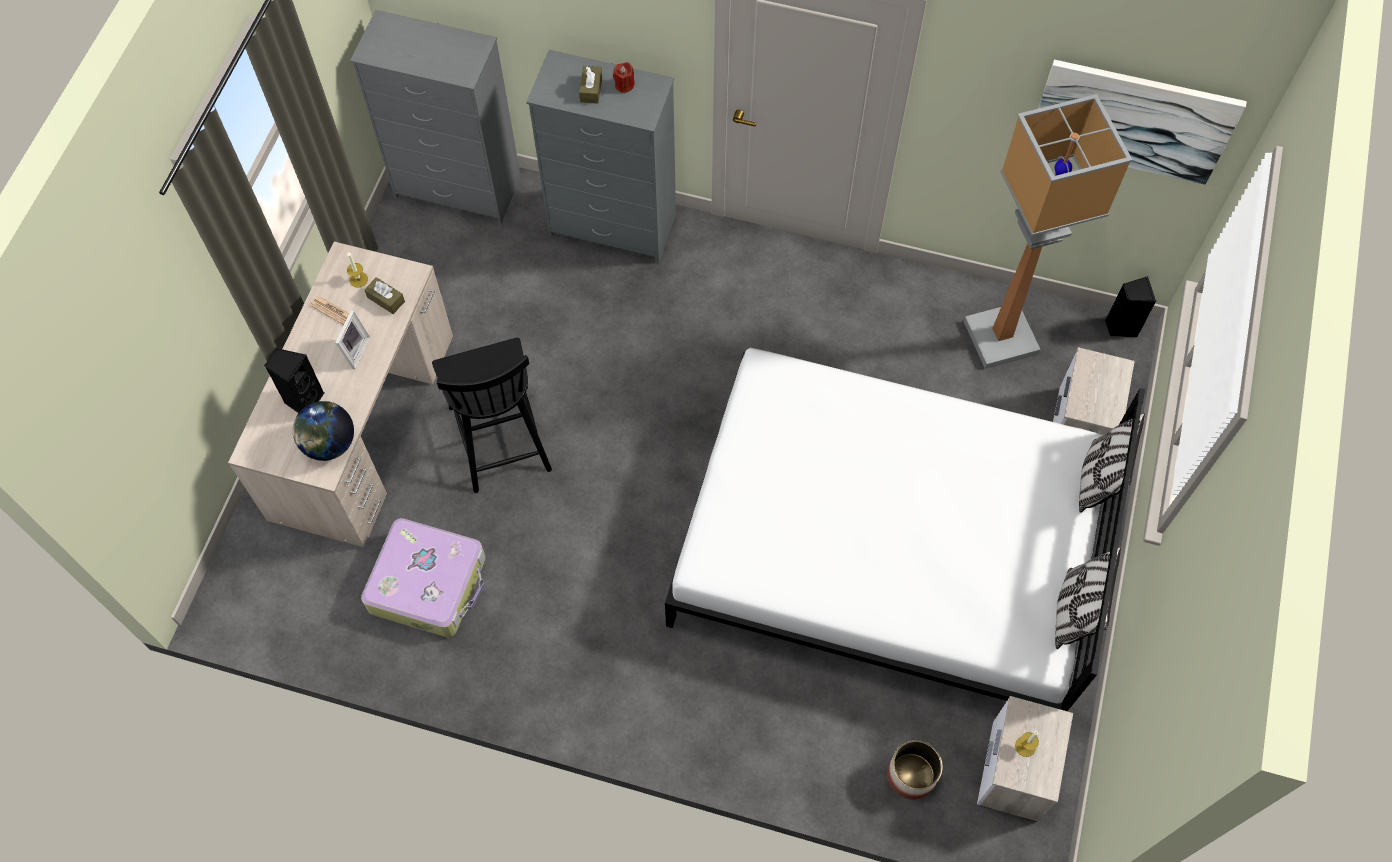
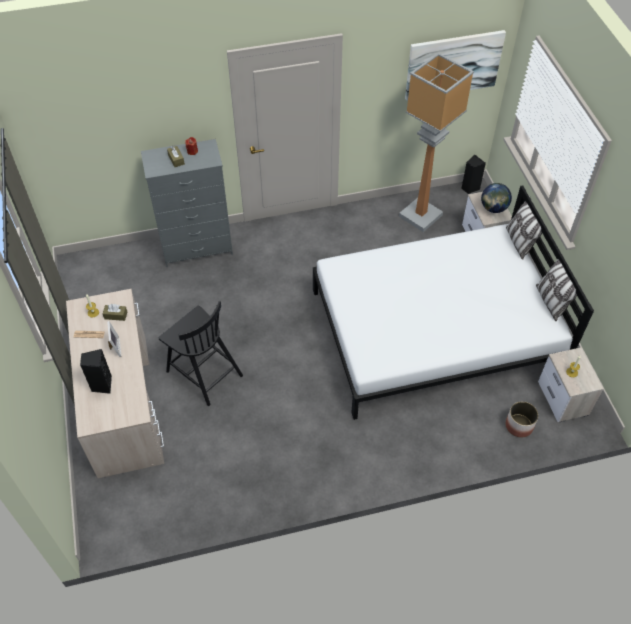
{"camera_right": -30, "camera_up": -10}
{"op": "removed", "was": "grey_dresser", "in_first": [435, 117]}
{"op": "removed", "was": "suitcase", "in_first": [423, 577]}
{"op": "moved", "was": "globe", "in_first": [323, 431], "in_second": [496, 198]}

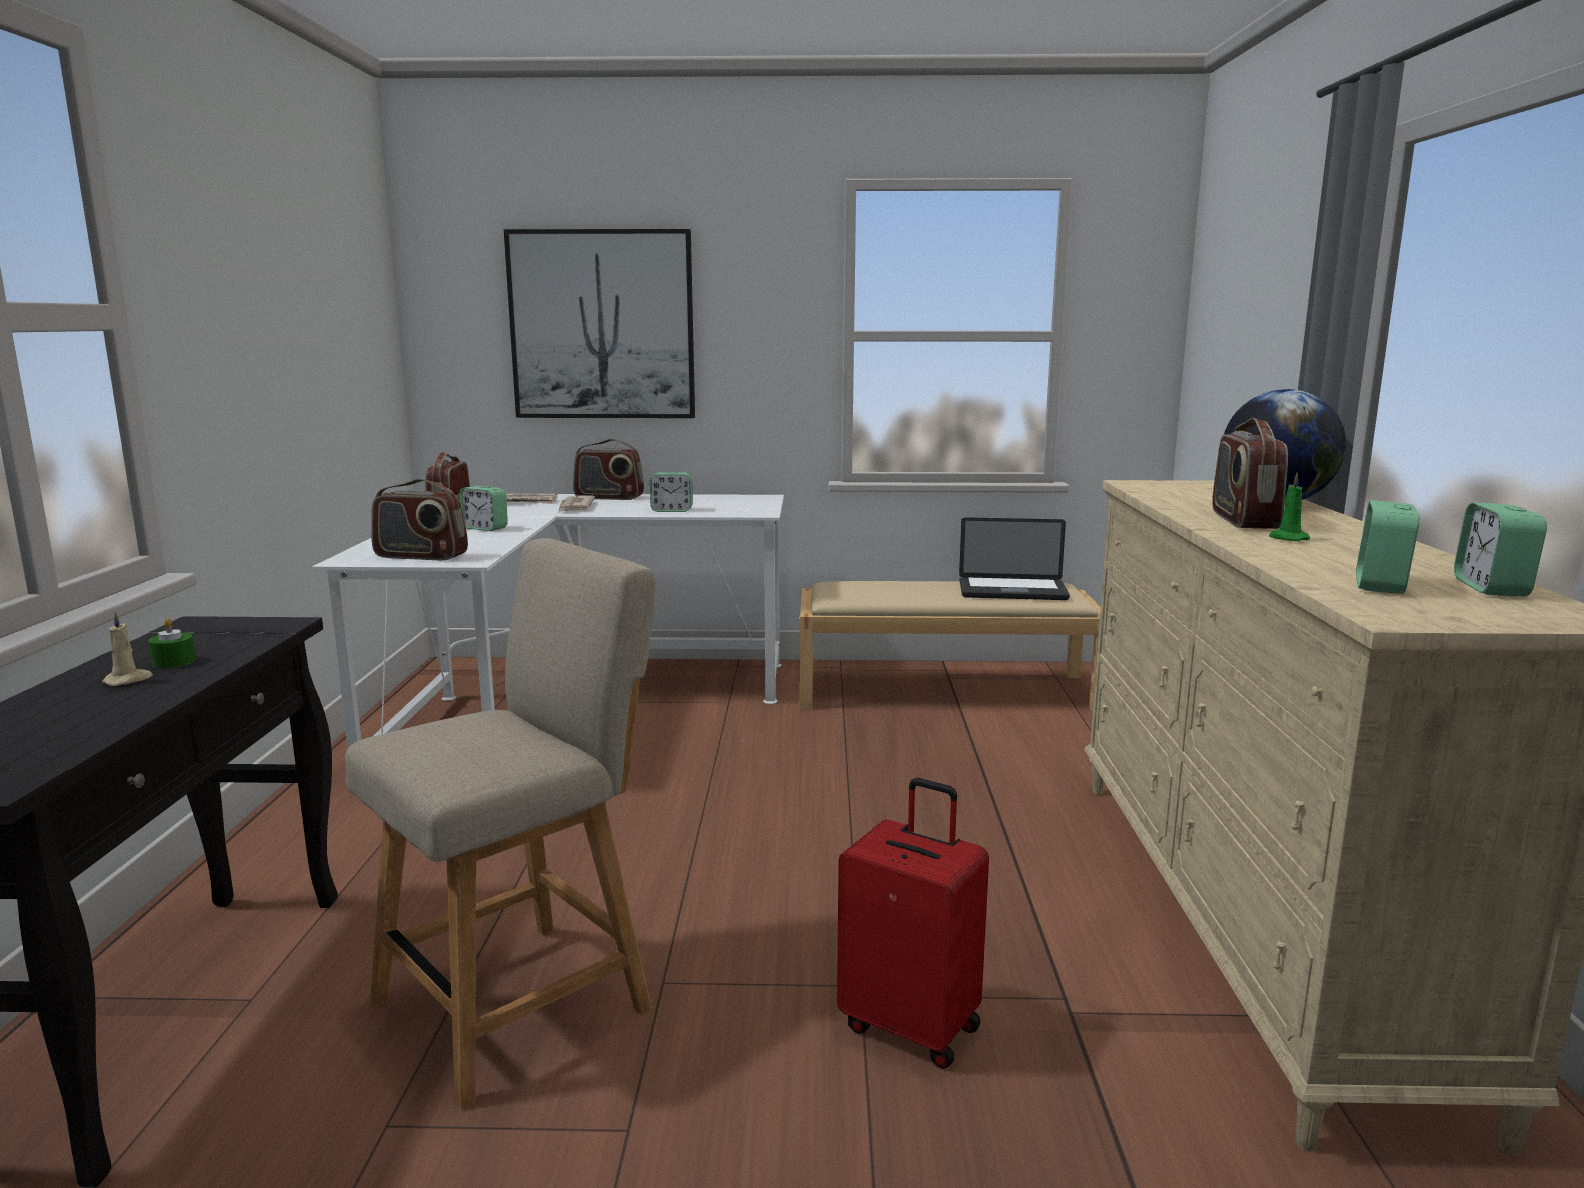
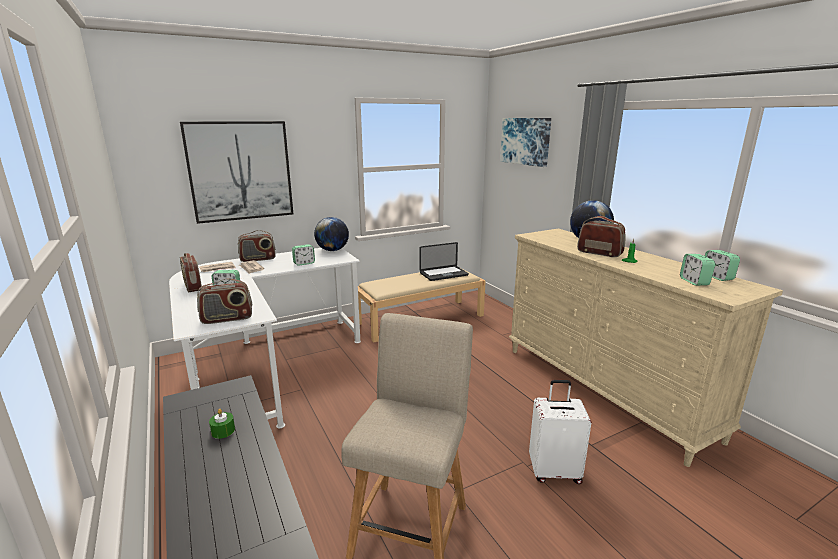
{"camera_right": -30, "camera_up": 5}
{"op": "removed", "was": "beige_candle", "in_first": [127, 648]}
{"op": "added", "now": "globe", "in_second": [331, 234]}
{"op": "added", "now": "picture", "in_second": [525, 142]}
{"op": "recoloured", "was": "red_suitcase", "now": "white_suitcase", "in_first": [913, 923], "in_second": [560, 432]}
{"op": "turned", "was": "radio", "in_first": [1250, 473], "in_second": [601, 236], "clockwise": 150}

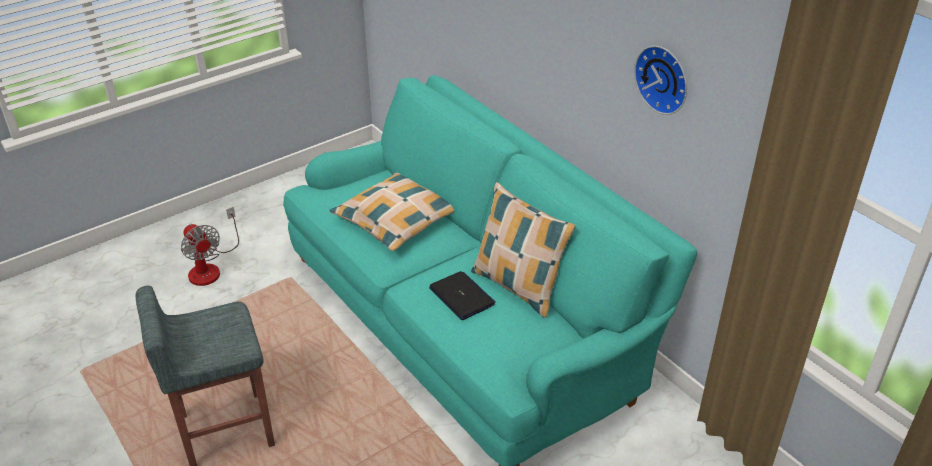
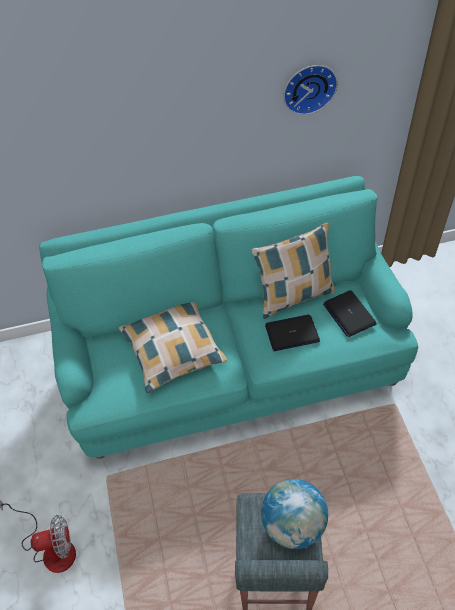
{"camera_right": -65, "camera_up": 15}
{"op": "added", "now": "globe", "in_second": [294, 514]}
{"op": "added", "now": "laptop", "in_second": [350, 313]}

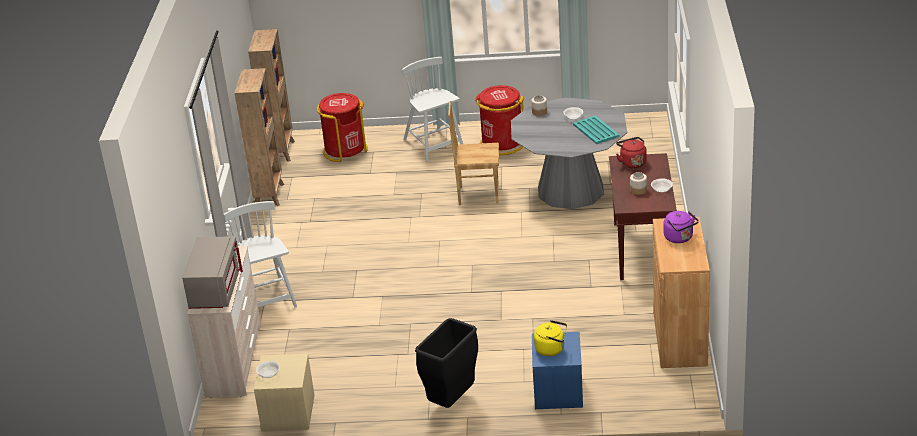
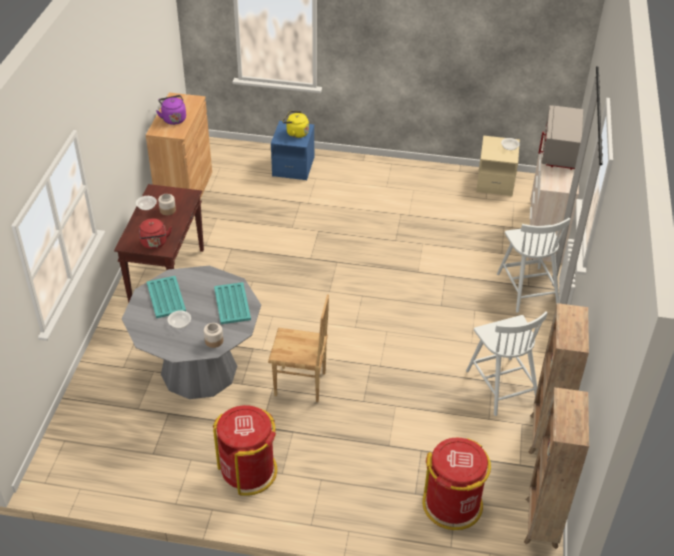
{"camera_right": -175, "camera_up": 10}
{"op": "removed", "was": "black_trash_can", "in_first": [446, 363]}
{"op": "added", "now": "turquoise_tray", "in_second": [232, 303]}
{"op": "moved", "was": "white_chair", "in_first": [432, 109], "in_second": [507, 363]}

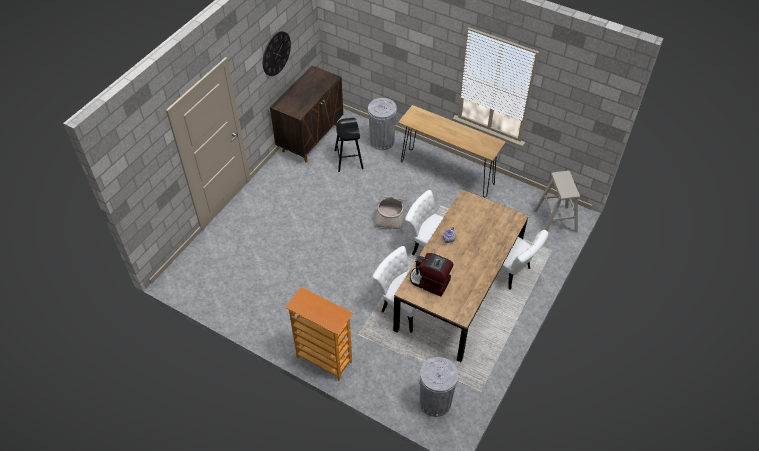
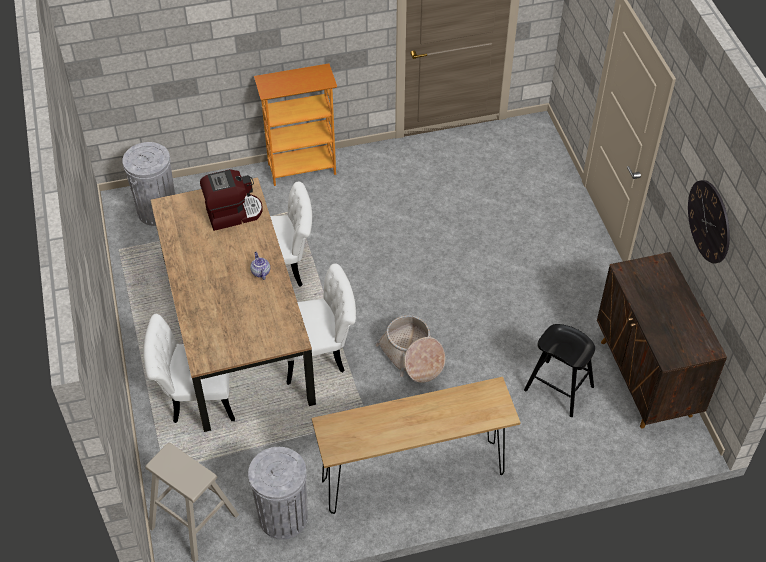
{"camera_right": 135, "camera_up": 0}
{"op": "moved", "was": "grey_trash_can", "in_first": [382, 124], "in_second": [278, 493]}

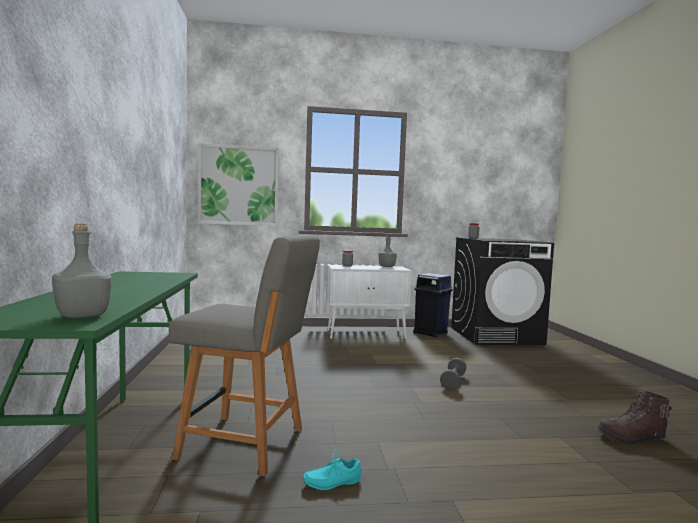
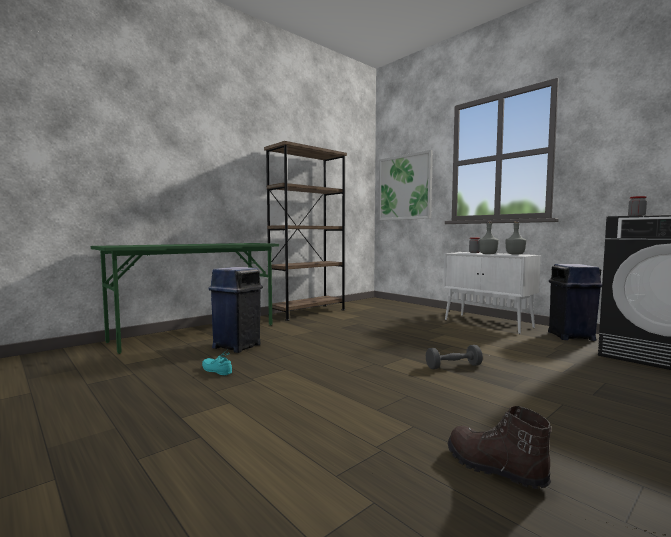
{"camera_right": 55, "camera_up": 0}
{"op": "added", "now": "brown_bookcase", "in_second": [305, 231]}
{"op": "moved", "was": "grey_bottle", "in_first": [82, 271], "in_second": [489, 237]}
{"op": "replaced", "was": "grey_chair", "now": "blue_trash_can", "in_first": [244, 356], "in_second": [236, 310]}

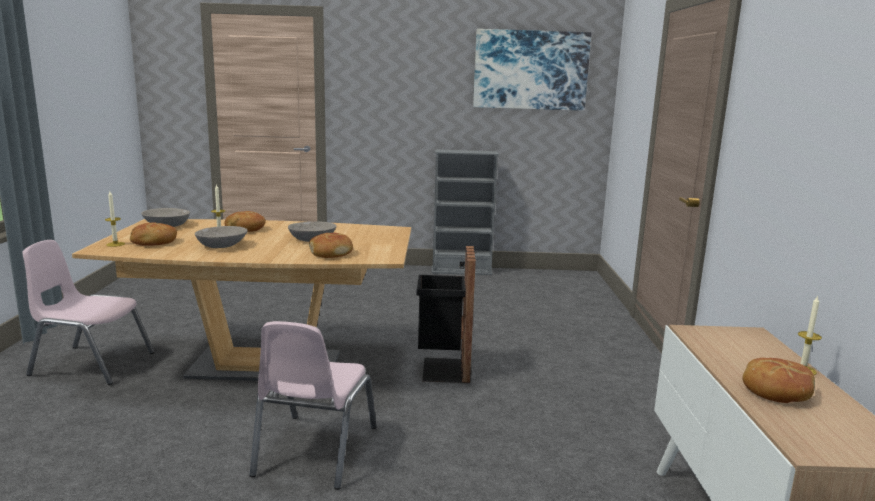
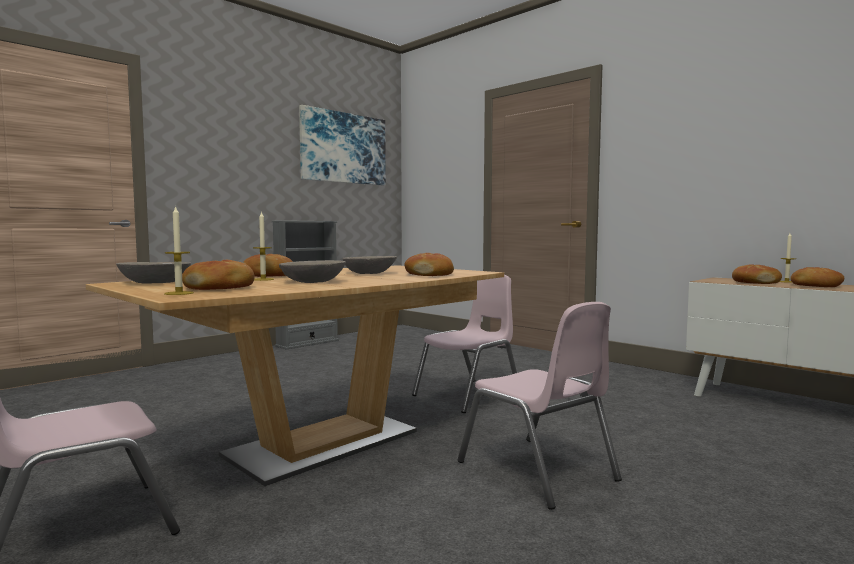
{"camera_right": -45, "camera_up": -10}
{"op": "added", "now": "bread", "in_second": [757, 274]}
{"op": "replaced", "was": "black_trash_can", "now": "pink_chair", "in_first": [446, 314], "in_second": [464, 344]}

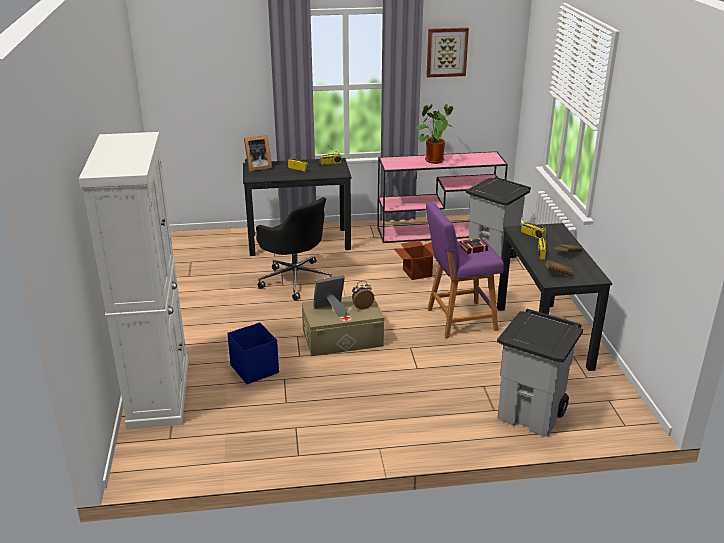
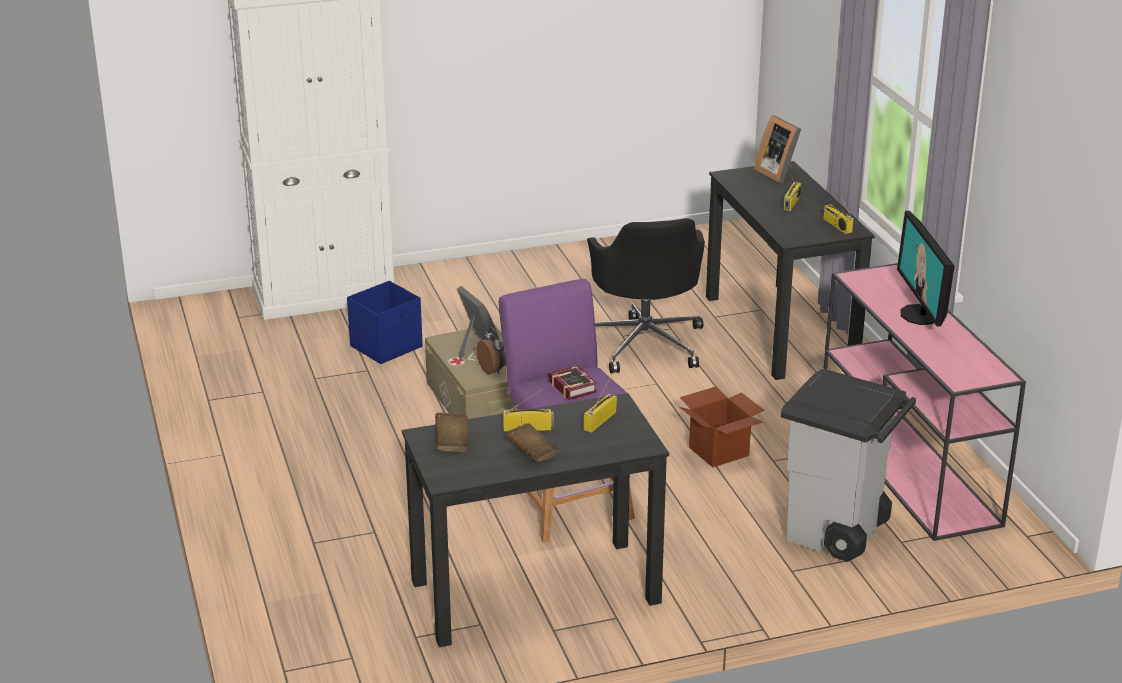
{"camera_right": 80, "camera_up": 0}
{"op": "removed", "was": "picture", "in_first": [447, 52]}
{"op": "removed", "was": "grey_trash_can", "in_first": [540, 372]}
{"op": "replaced", "was": "potted_plant", "now": "monitor", "in_first": [435, 134], "in_second": [925, 268]}
{"op": "turned", "was": "black_office_chair", "in_first": [294, 249], "in_second": [646, 295], "clockwise": -45}

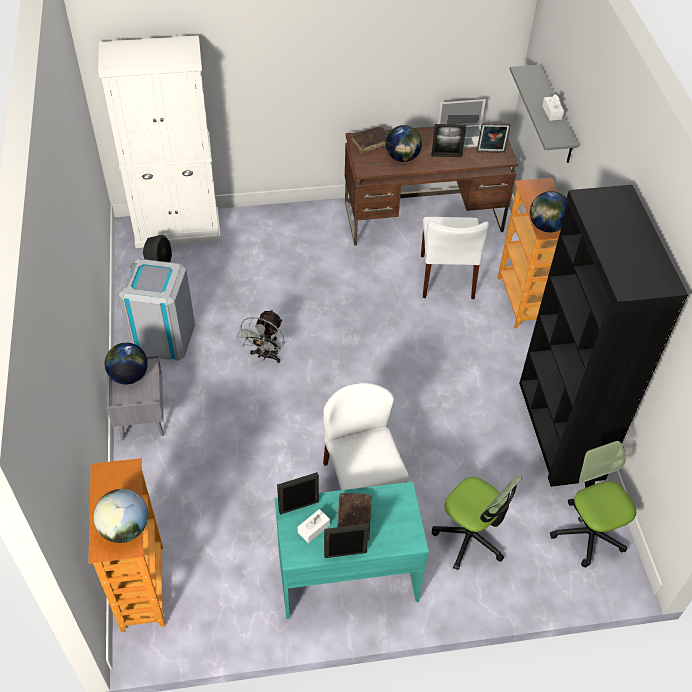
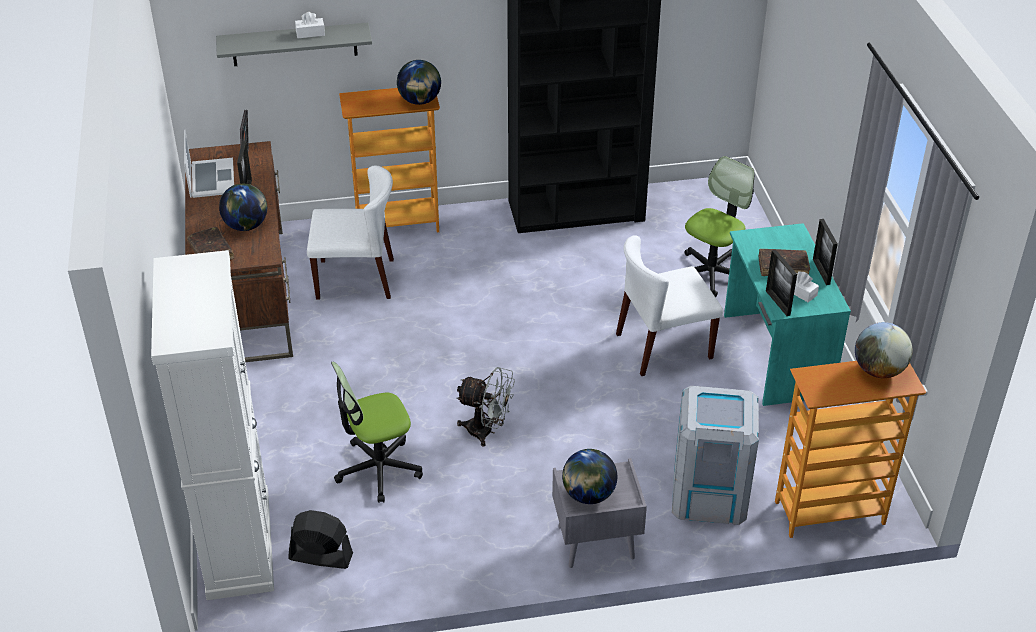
{"camera_right": -90, "camera_up": -10}
{"op": "moved", "was": "grey_trash_can", "in_first": [156, 310], "in_second": [715, 455]}
{"op": "moved", "was": "office_chair", "in_first": [593, 504], "in_second": [377, 432]}

